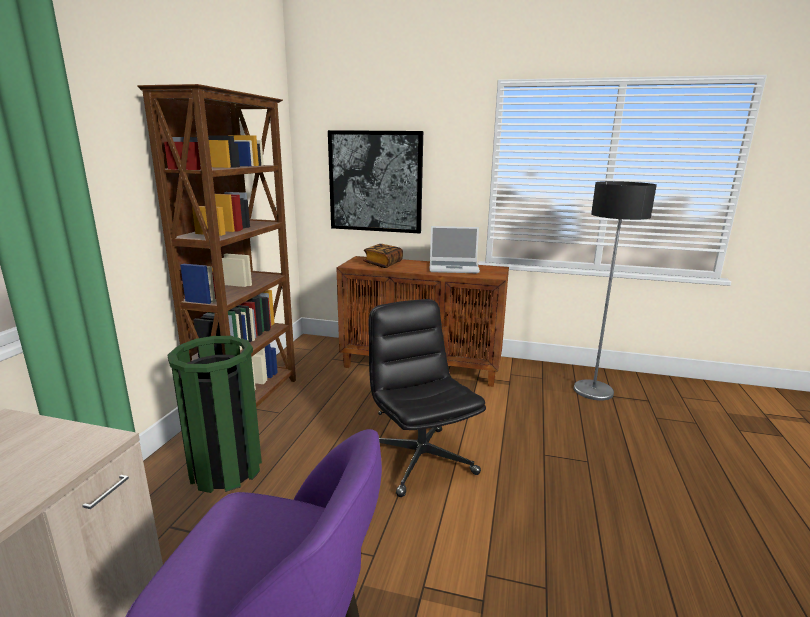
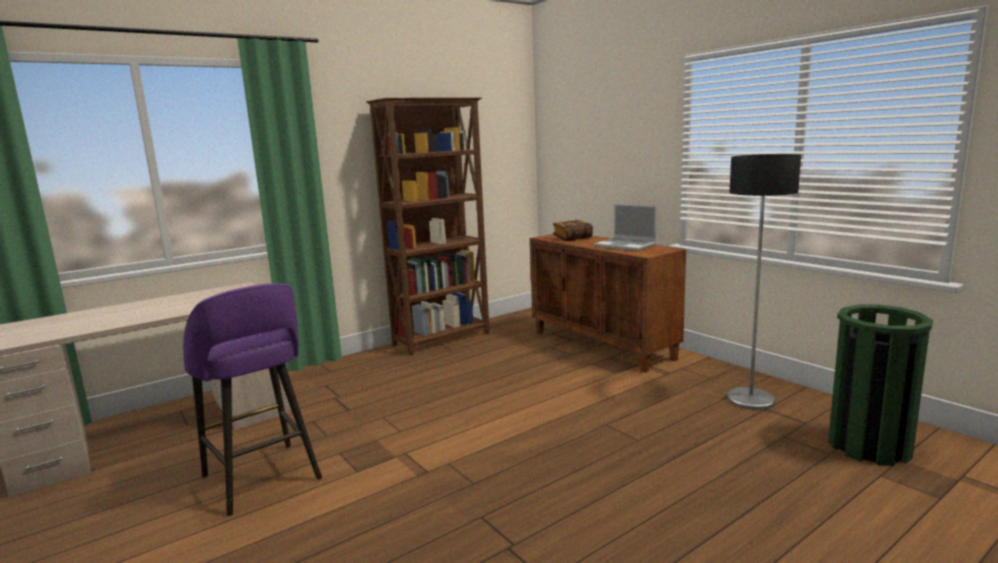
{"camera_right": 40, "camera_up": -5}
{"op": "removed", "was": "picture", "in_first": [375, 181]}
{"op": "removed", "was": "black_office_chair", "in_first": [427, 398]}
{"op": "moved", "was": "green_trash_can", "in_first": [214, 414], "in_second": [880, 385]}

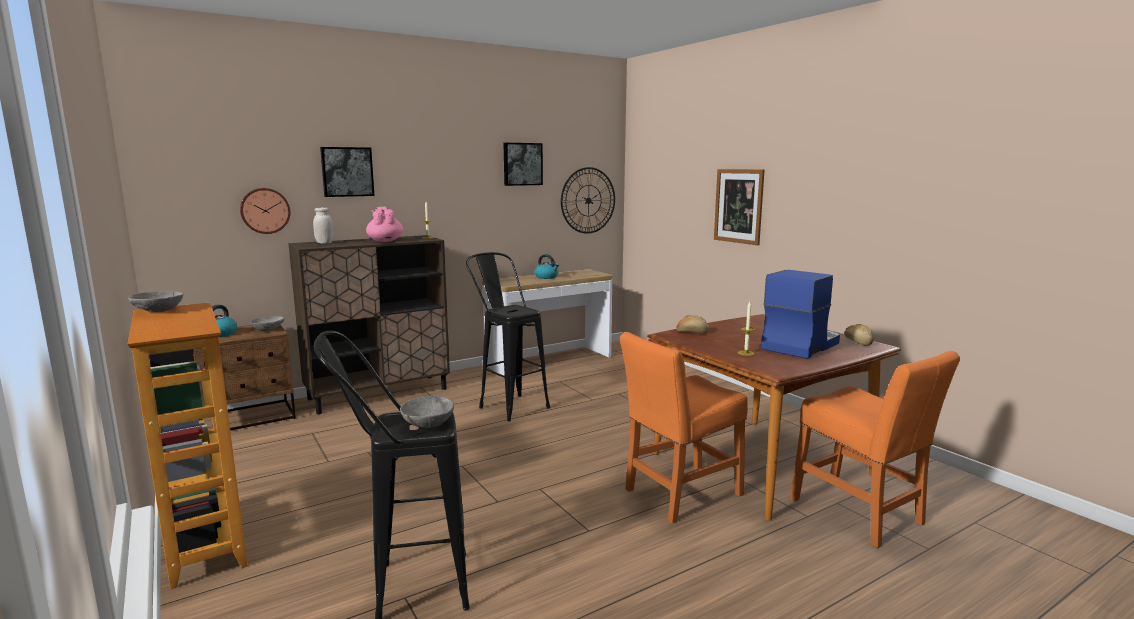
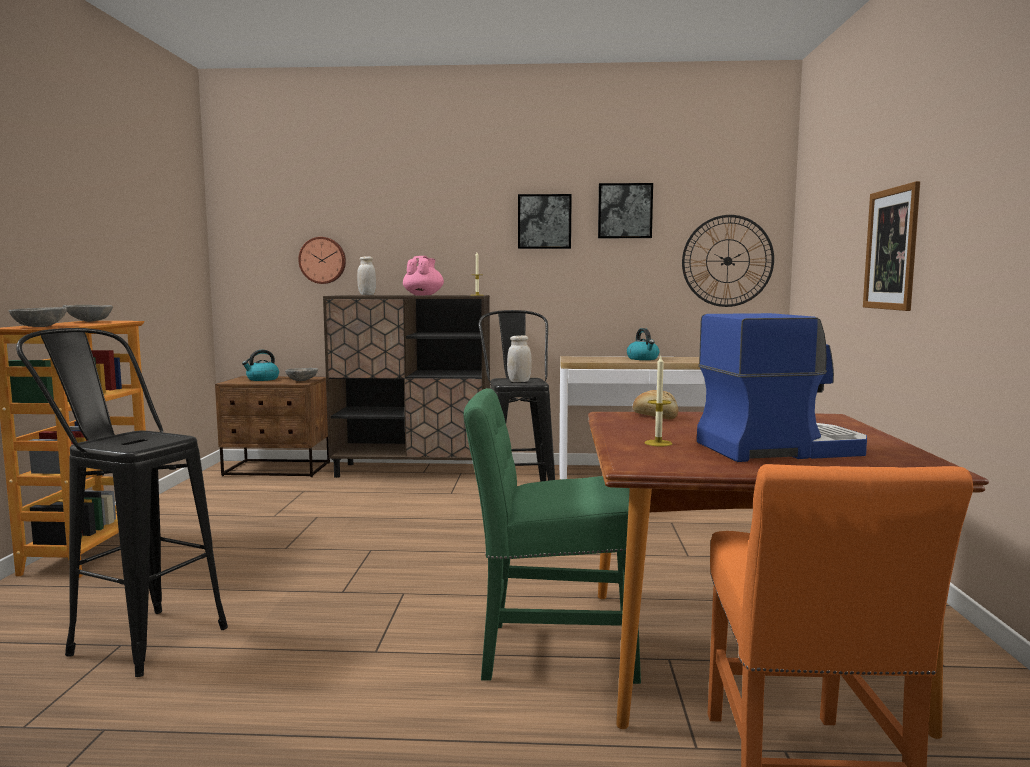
{"camera_right": 35, "camera_up": -5}
{"op": "removed", "was": "bread", "in_first": [859, 335]}
{"op": "added", "now": "white_jar", "in_second": [519, 358]}
{"op": "moved", "was": "picture", "in_first": [347, 172], "in_second": [545, 221]}
{"op": "moved", "was": "grey_bowl", "in_first": [427, 412], "in_second": [37, 317]}
{"op": "recoloured", "was": "orange_chair", "now": "green_chair", "in_first": [684, 427], "in_second": [552, 536]}

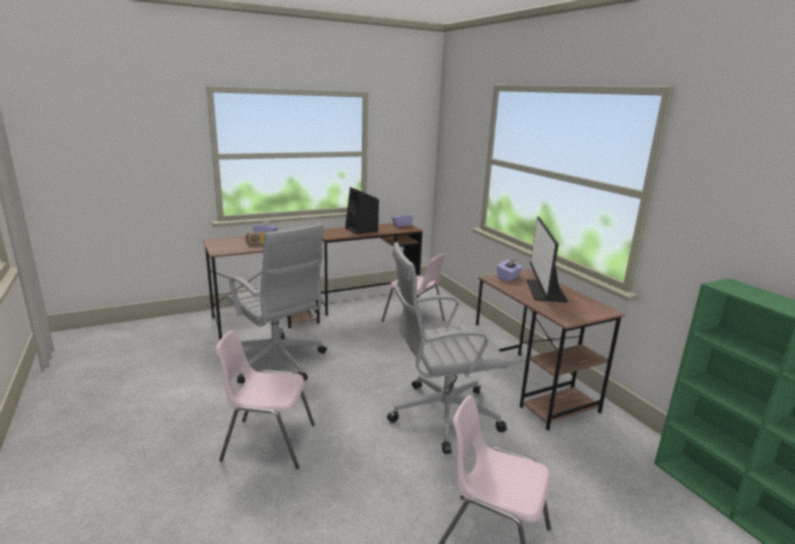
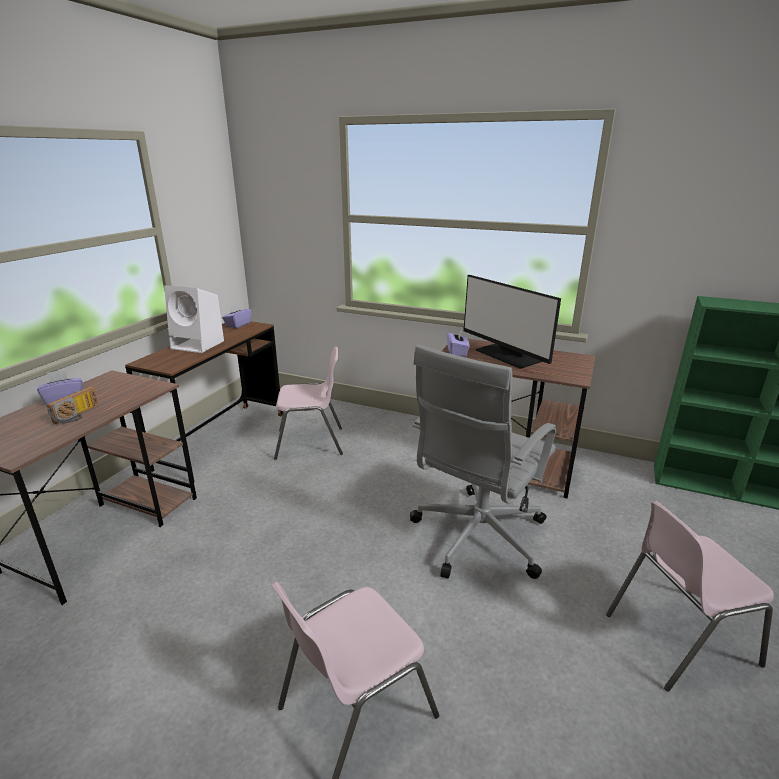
{"camera_right": -40, "camera_up": 5}
{"op": "removed", "was": "grey_office_chair", "in_first": [276, 303]}
{"op": "recoloured", "was": "black_speaker", "now": "white_speaker", "in_first": [362, 210], "in_second": [194, 319]}

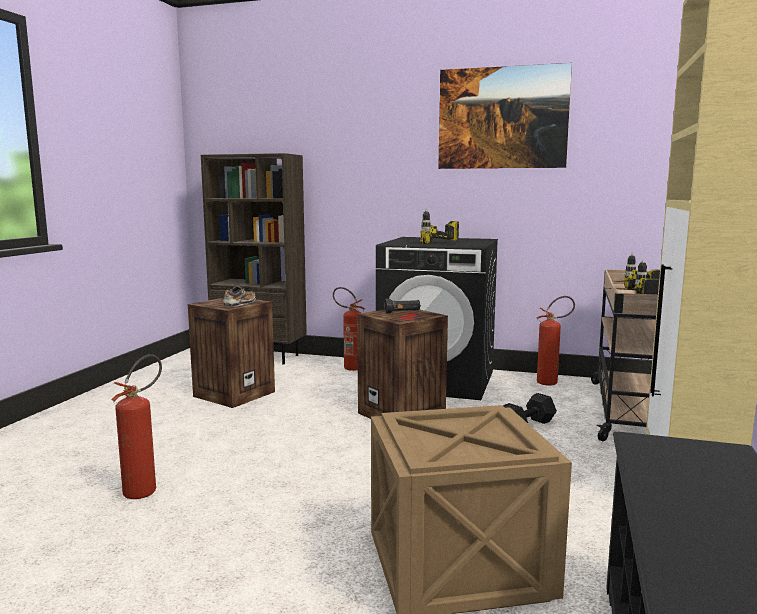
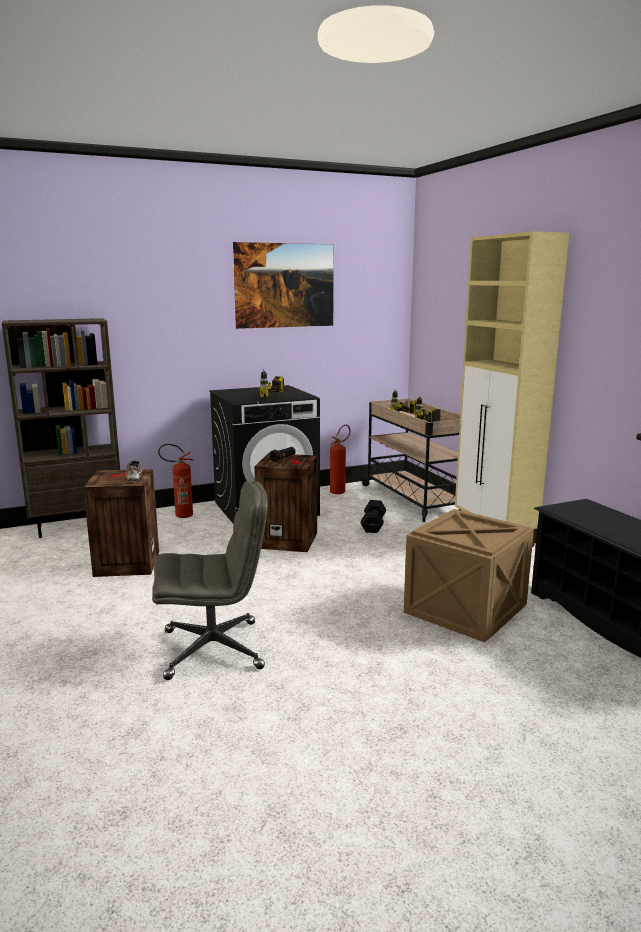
{"camera_right": -40, "camera_up": 5}
{"op": "replaced", "was": "fire_extinguisher", "now": "grey_office_chair", "in_first": [136, 426], "in_second": [210, 580]}

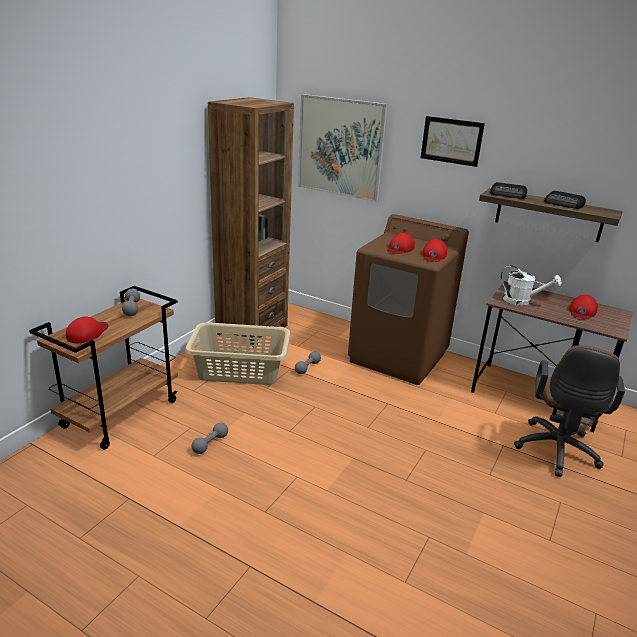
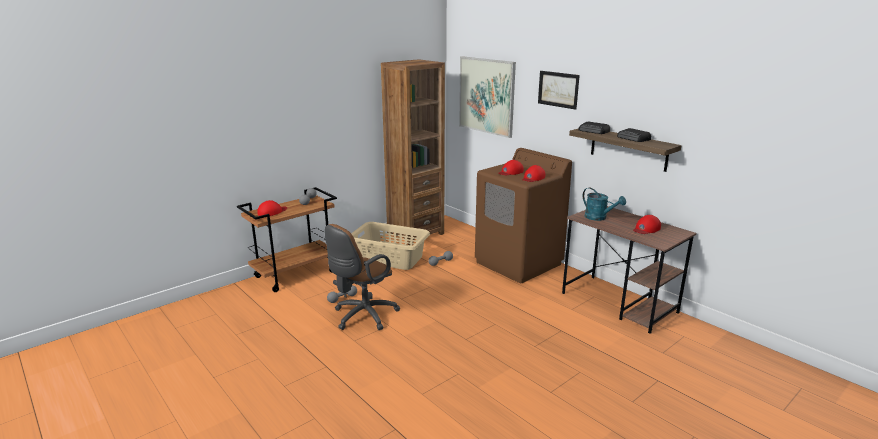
{"camera_right": 20, "camera_up": -5}
{"op": "moved", "was": "brown_office_chair", "in_first": [569, 411], "in_second": [362, 277]}
{"op": "recoloured", "was": "white_watering_can", "now": "turquoise_watering_can", "in_first": [531, 285], "in_second": [604, 204]}

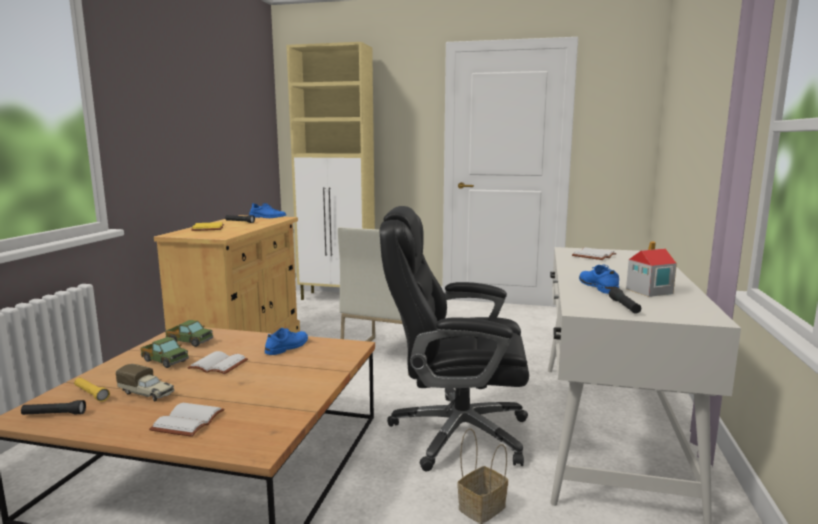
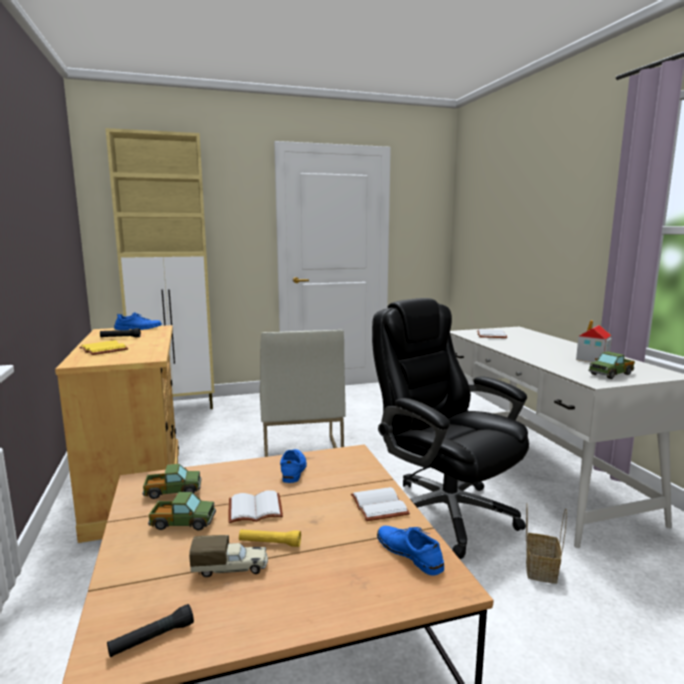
{"camera_right": -30, "camera_up": 0}
{"op": "moved", "was": "yellow_flashlight", "in_first": [92, 390], "in_second": [270, 538]}
{"op": "moved", "was": "white_book", "in_first": [186, 420], "in_second": [380, 504]}
{"op": "moved", "was": "blue_shoe", "in_first": [599, 279], "in_second": [410, 551]}
{"op": "replaced", "was": "black_flashlight", "now": "toy_truck", "in_first": [625, 300], "in_second": [612, 365]}
{"op": "turned", "was": "black_office_chair", "in_first": [454, 338], "in_second": [450, 428], "clockwise": 75}

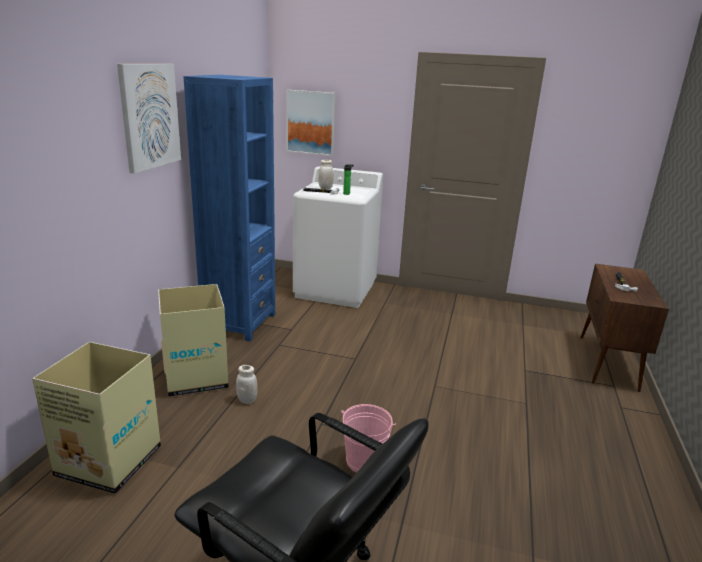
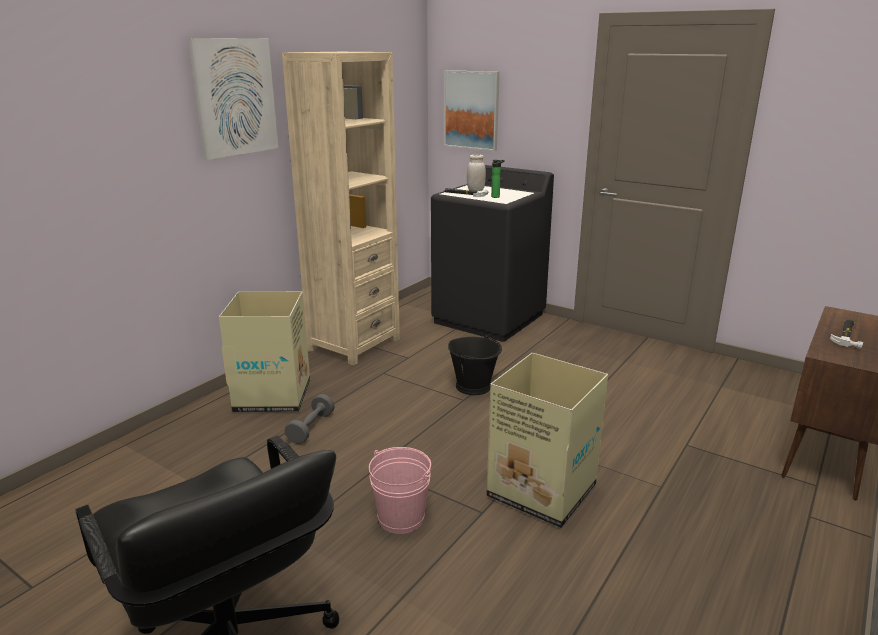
{"camera_right": 20, "camera_up": 0}
{"op": "added", "now": "black_bucket", "in_second": [475, 364]}
{"op": "moved", "was": "cardboard_box", "in_first": [96, 418], "in_second": [547, 440]}
{"op": "replaced", "was": "white_jar", "now": "grey_dumbbell", "in_first": [246, 384], "in_second": [309, 419]}
{"op": "recoloured", "was": "blue_bookcase", "now": "beige_bookcase", "in_first": [229, 208], "in_second": [341, 208]}
{"op": "recoloured", "was": "white_washing_machine", "now": "black_washing_machine", "in_first": [338, 237], "in_second": [492, 253]}

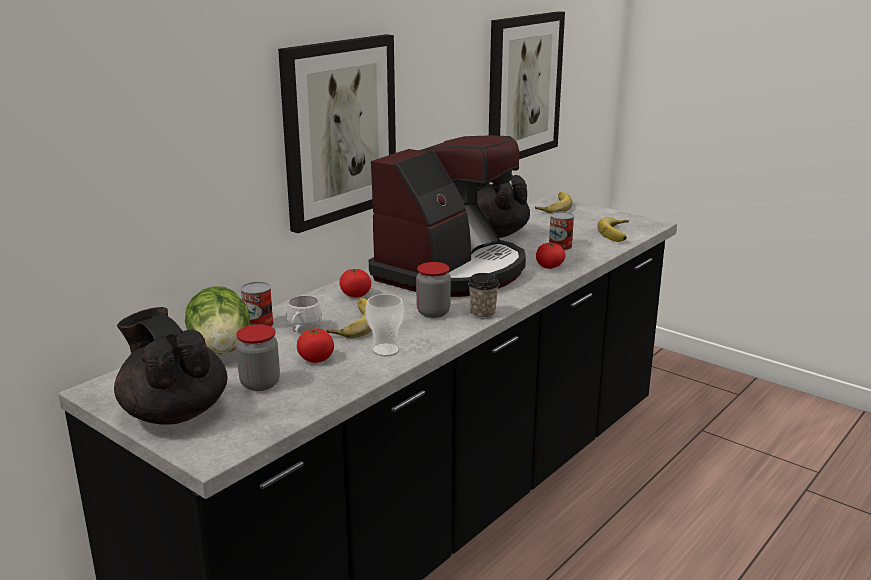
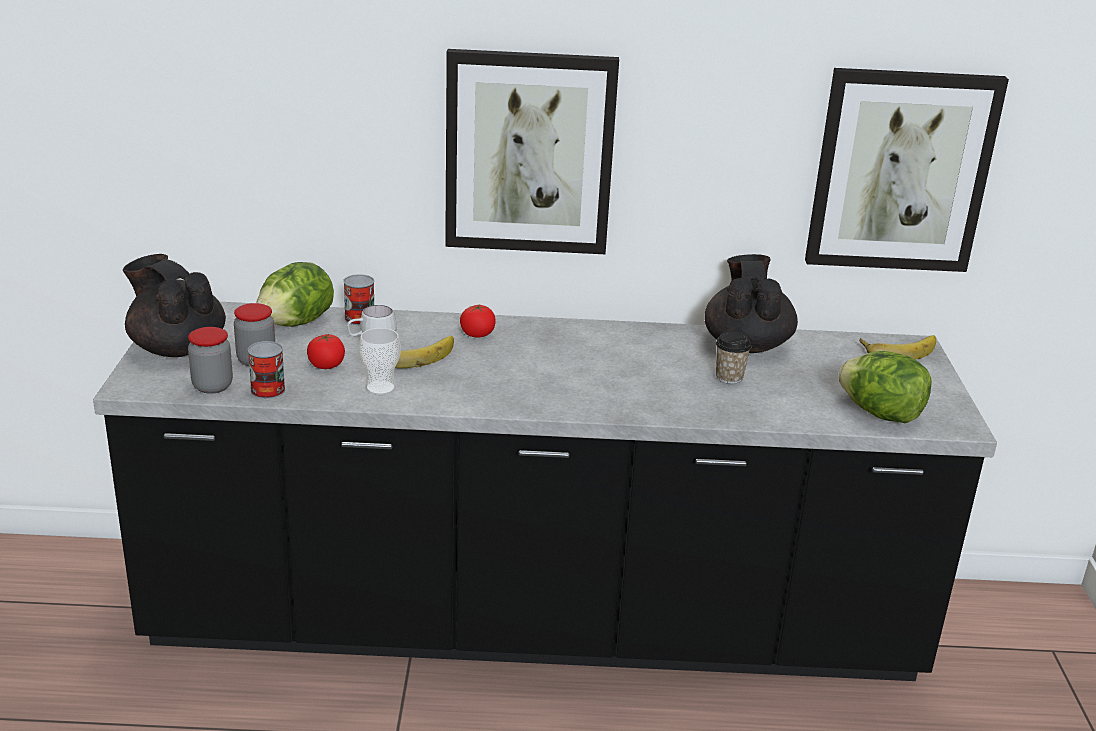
{"camera_right": 50, "camera_up": 5}
{"op": "removed", "was": "coffee_machine", "in_first": [447, 216]}
{"op": "removed", "was": "tomato", "in_first": [551, 256]}
{"op": "moved", "was": "jar", "in_first": [433, 290], "in_second": [210, 360]}
{"op": "moved", "was": "cup", "in_first": [483, 296], "in_second": [733, 357]}
{"op": "moved", "was": "can", "in_first": [561, 230], "in_second": [266, 370]}
{"op": "replaced", "was": "banana", "now": "lettuce", "in_first": [613, 229], "in_second": [885, 387]}
{"op": "turned", "was": "black_teapot", "in_first": [170, 366], "in_second": [174, 305], "clockwise": -60}

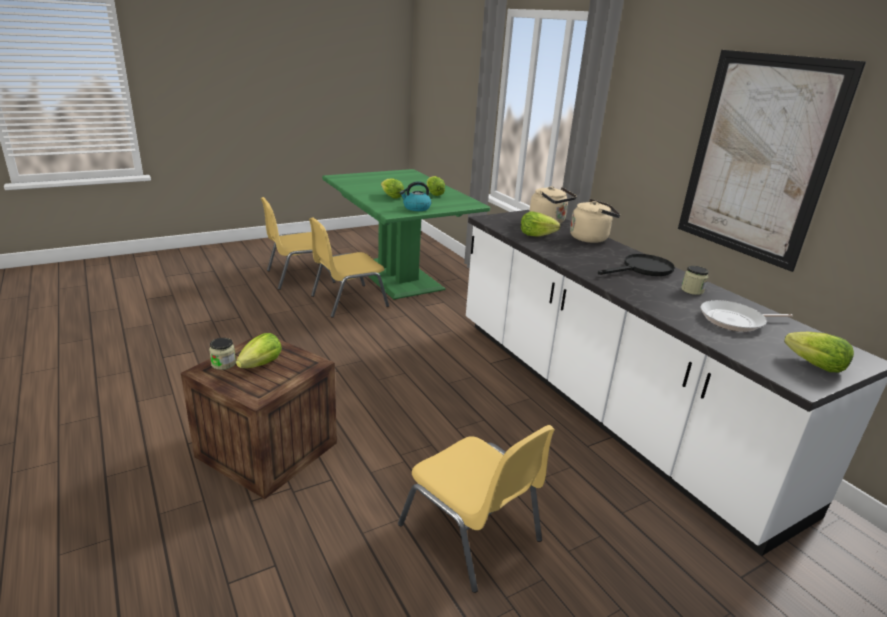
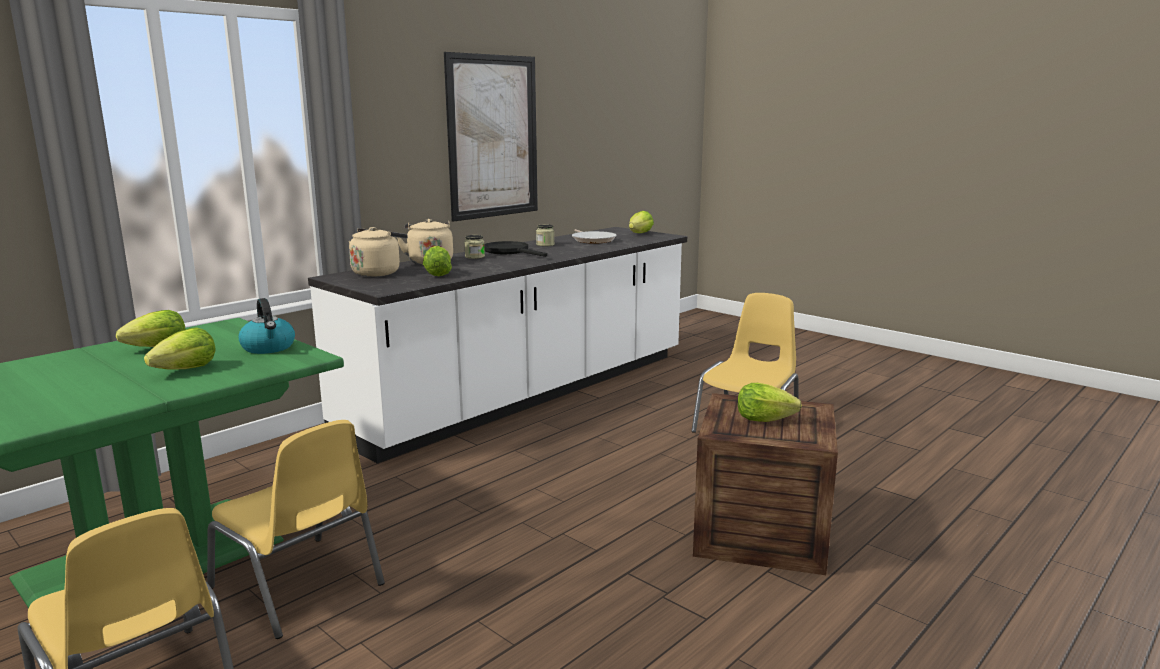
{"camera_right": -105, "camera_up": -10}
{"op": "moved", "was": "jar", "in_first": [222, 354], "in_second": [474, 247]}

